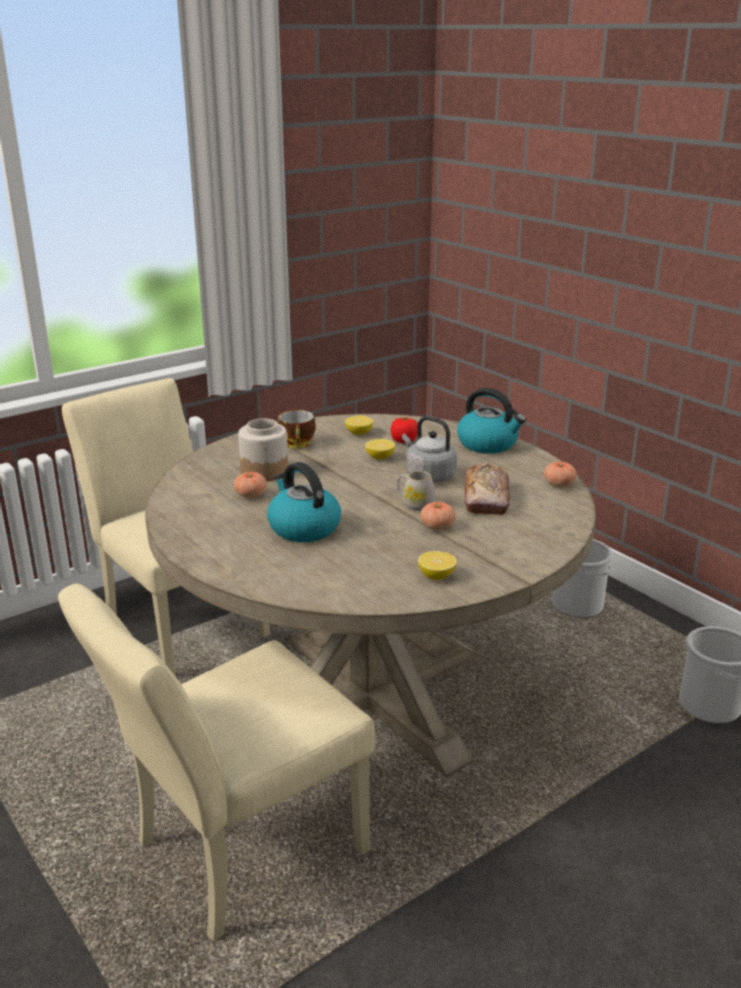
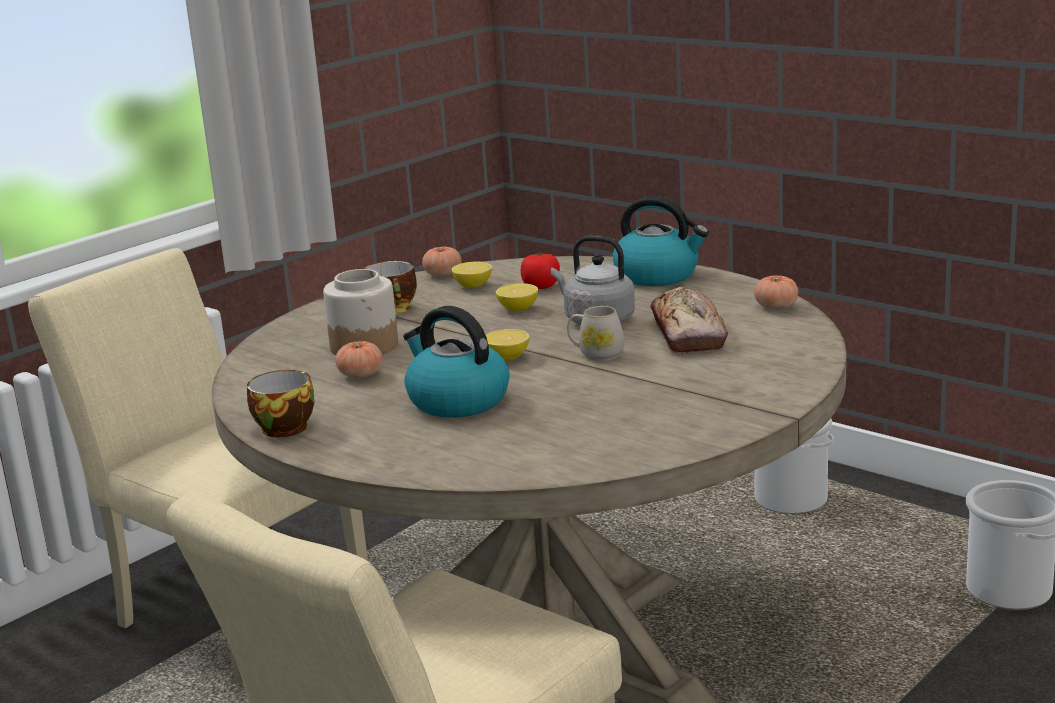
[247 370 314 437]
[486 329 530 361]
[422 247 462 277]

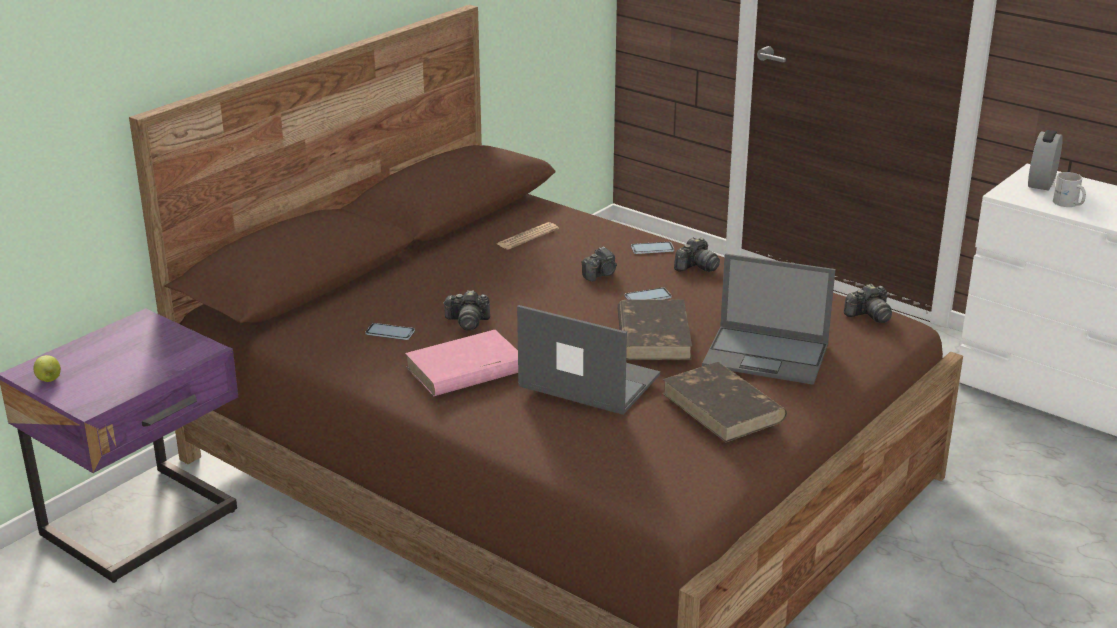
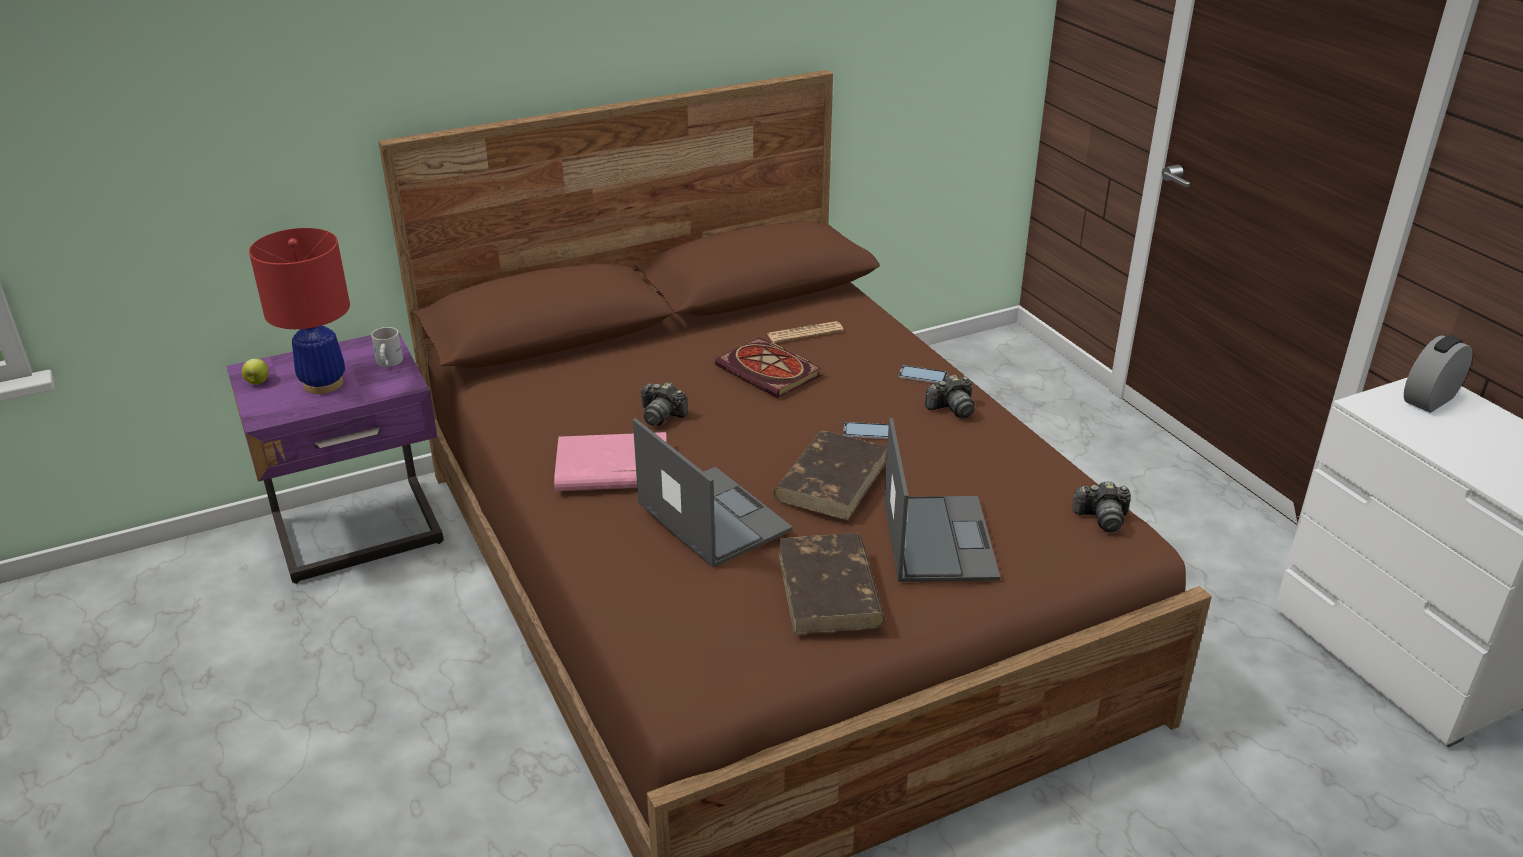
[365 323 415 340] (first image)
[581 246 617 282] (first image)
[249 228 350 394]
[715 337 821 398]
[371 327 403 367]
[884 418 1000 582]

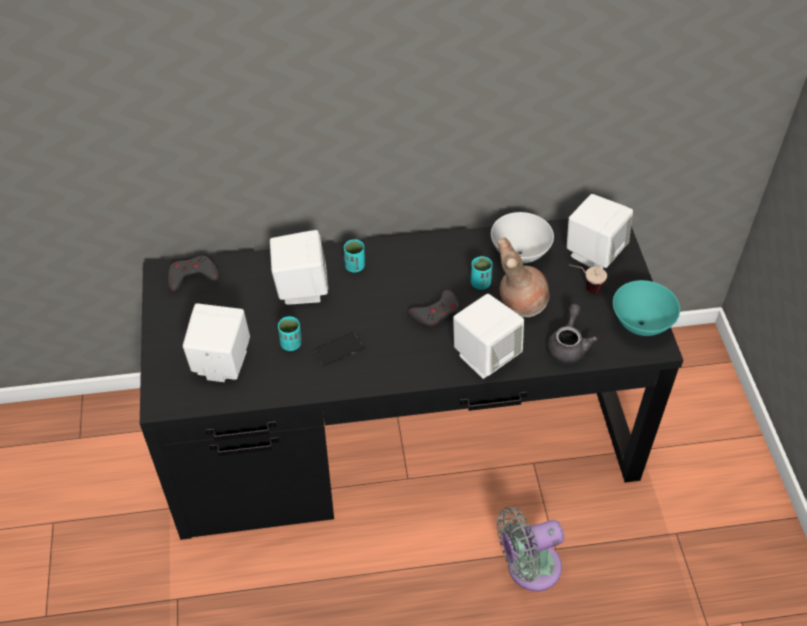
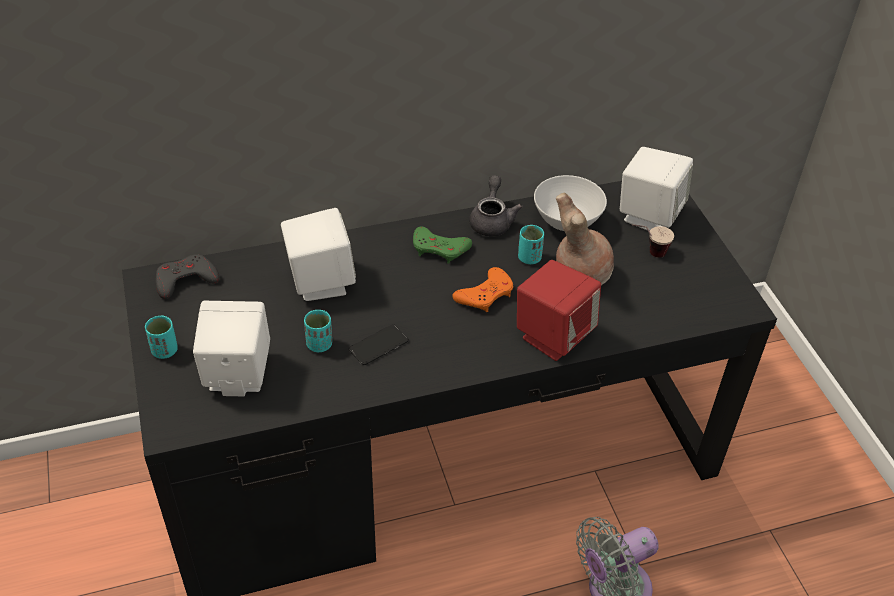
[613 280 680 336] (first image)
[413 226 472 264]
[145 315 178 359]
[469 175 523 236]
[452 267 513 312]
[517 260 601 361]

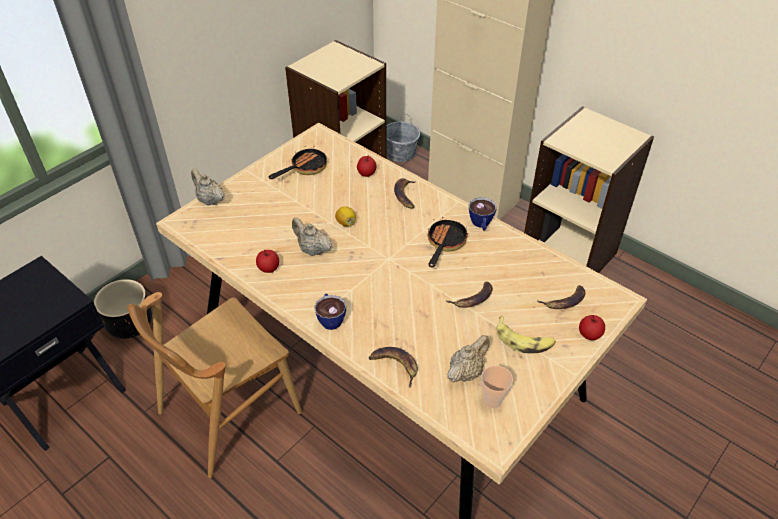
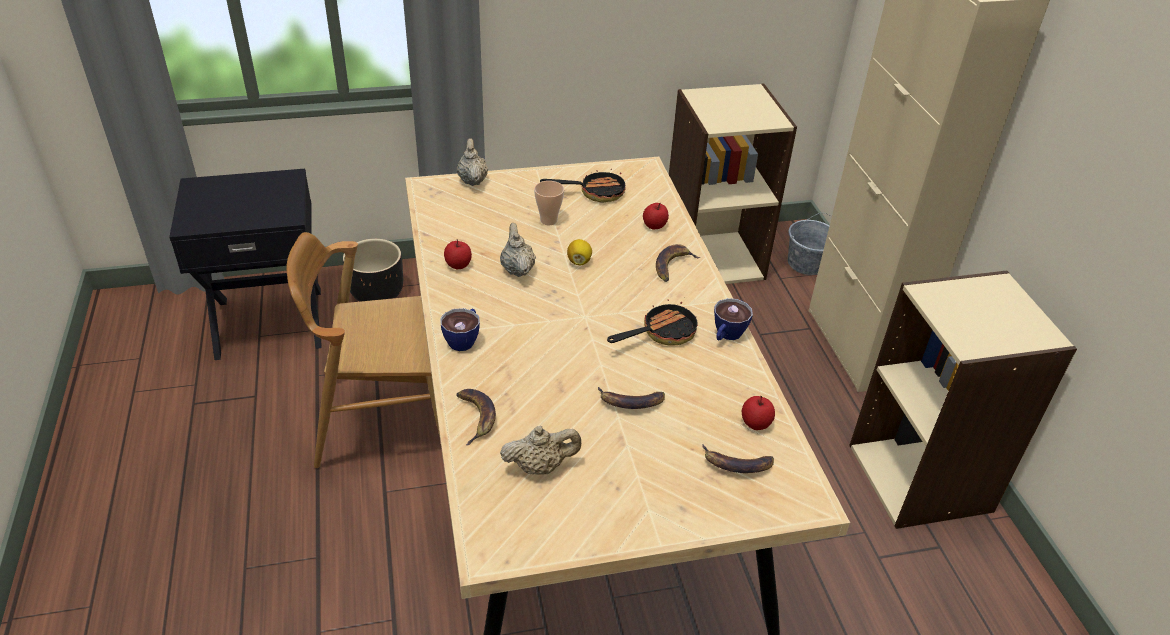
[497 316 556 354] (first image)
[534 181 564 225]
[742 396 775 430]

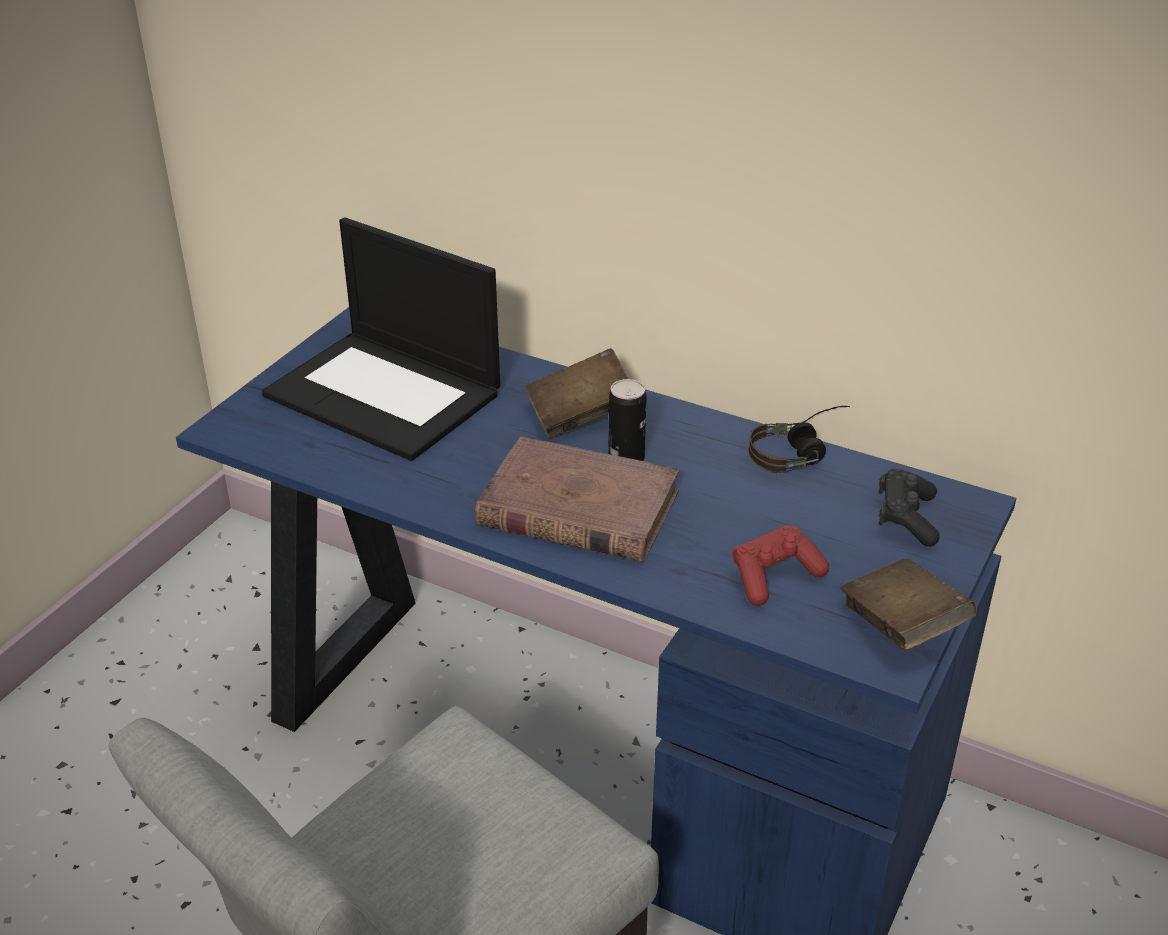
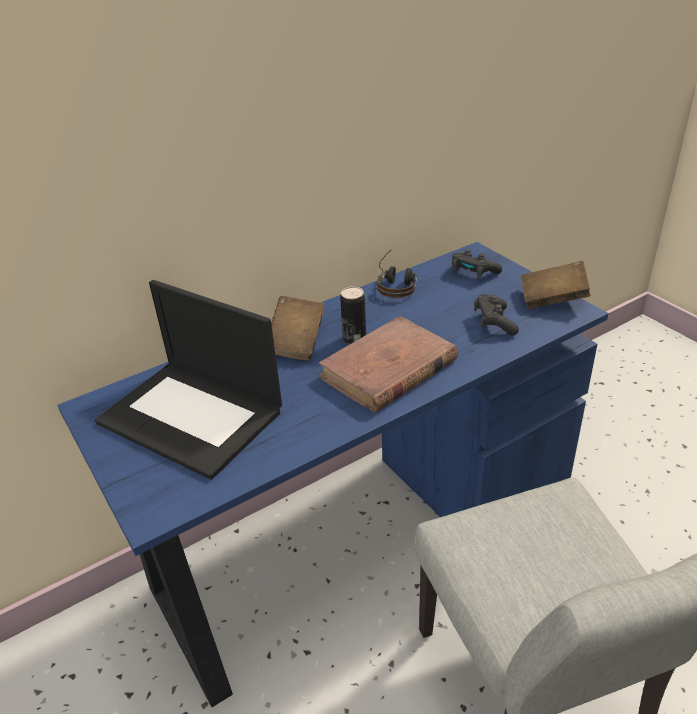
[474 294 519 336]
[95 280 282 480]

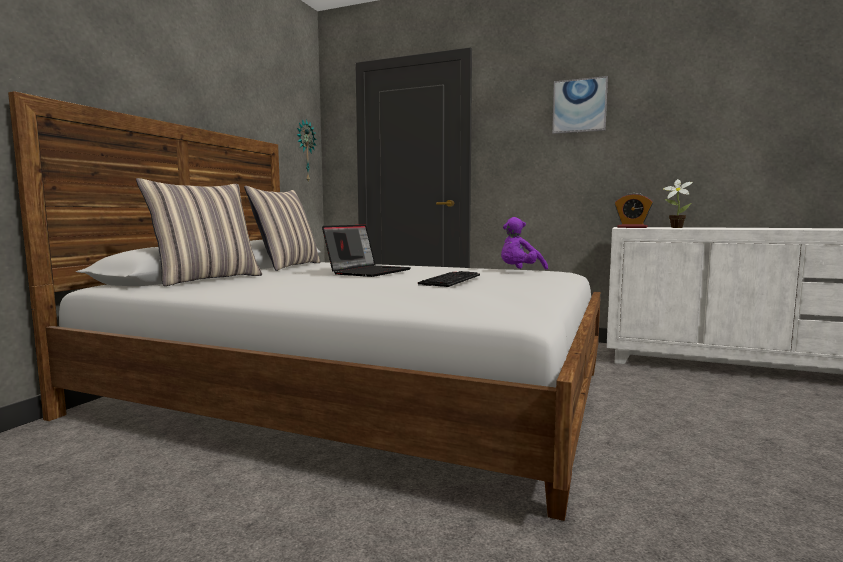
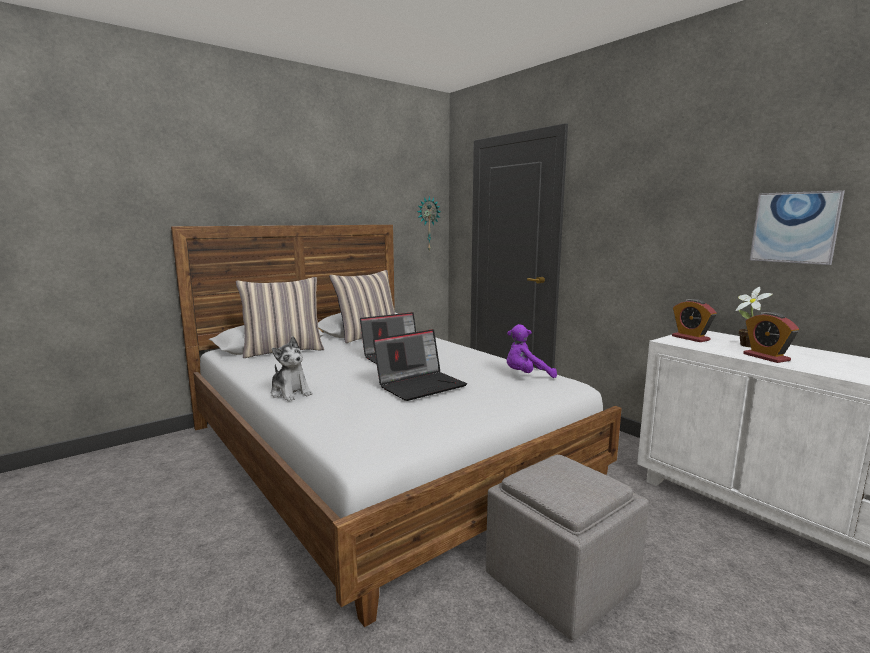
[271 336 313 401]
[486 455 649 640]
[743 312 799 363]
[750 190 845 265]
[373 329 467 401]

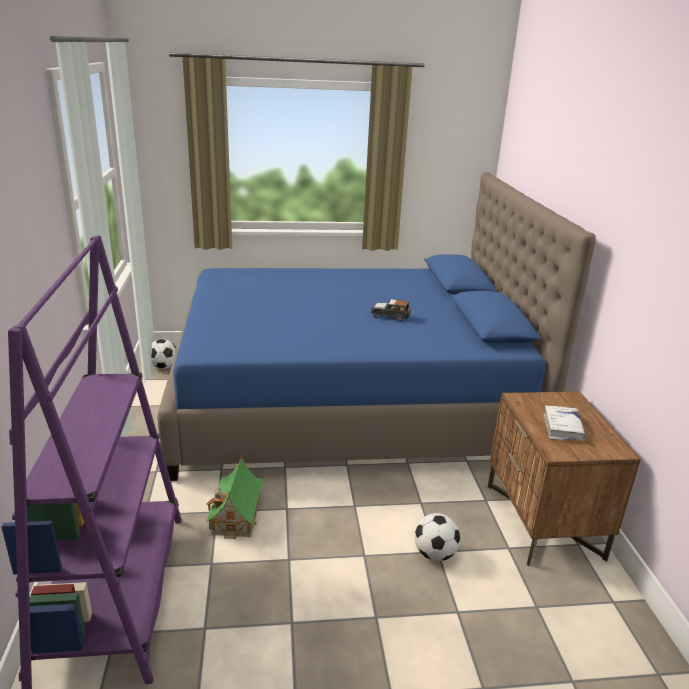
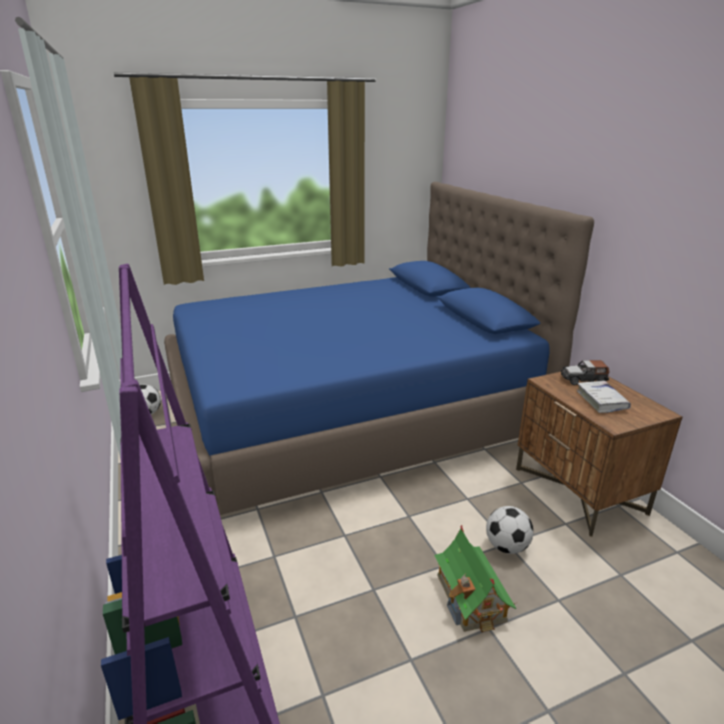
[434 525 517 632]
[561 360 610 385]

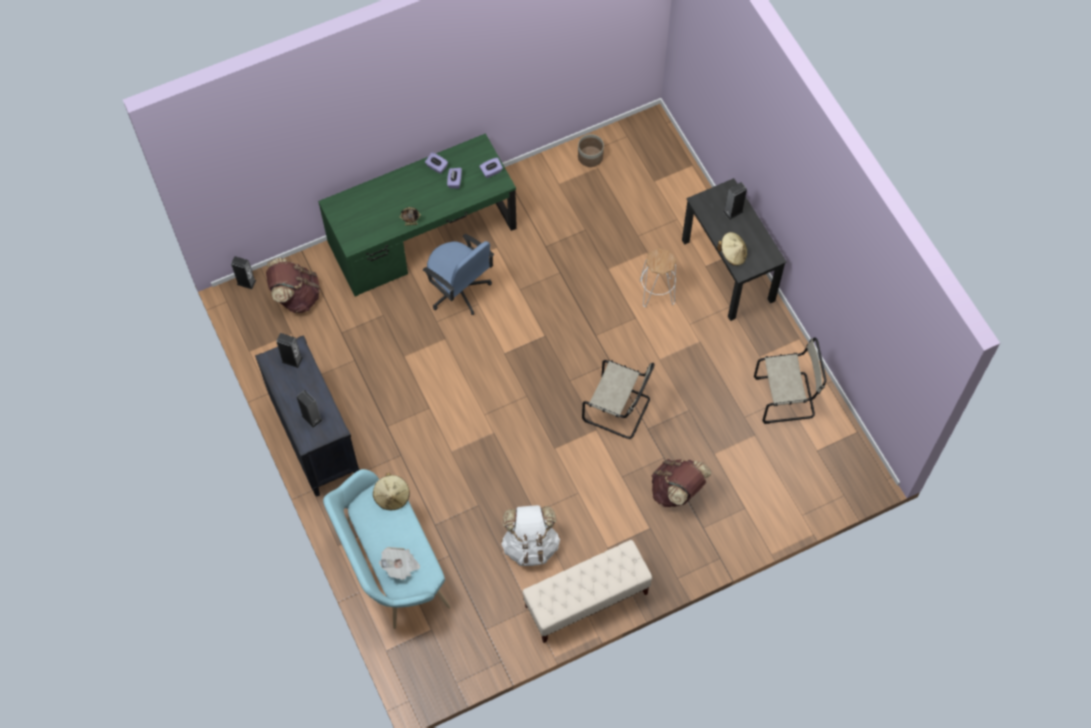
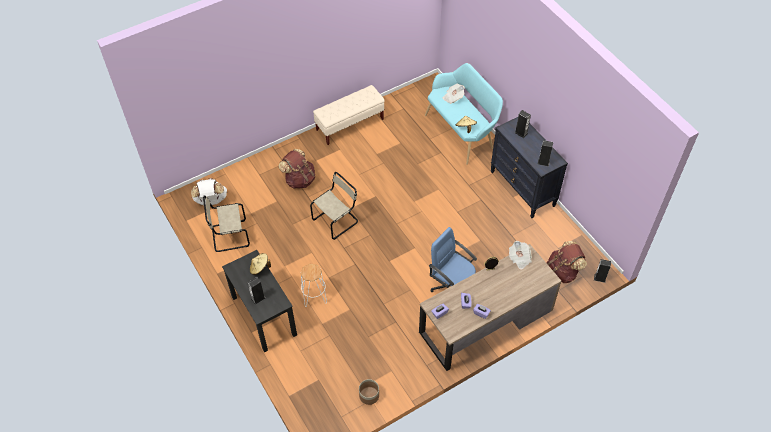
[509 241 532 270]
[191 178 227 205]
[419 244 561 371]
[310 172 358 240]

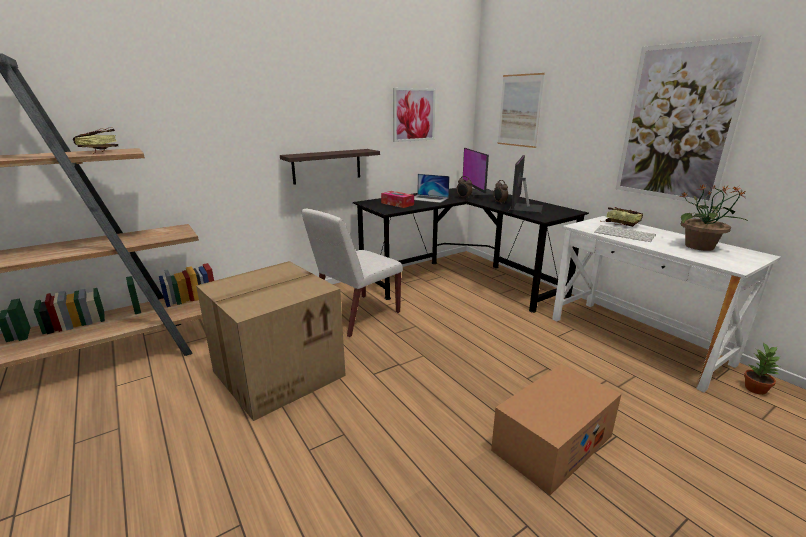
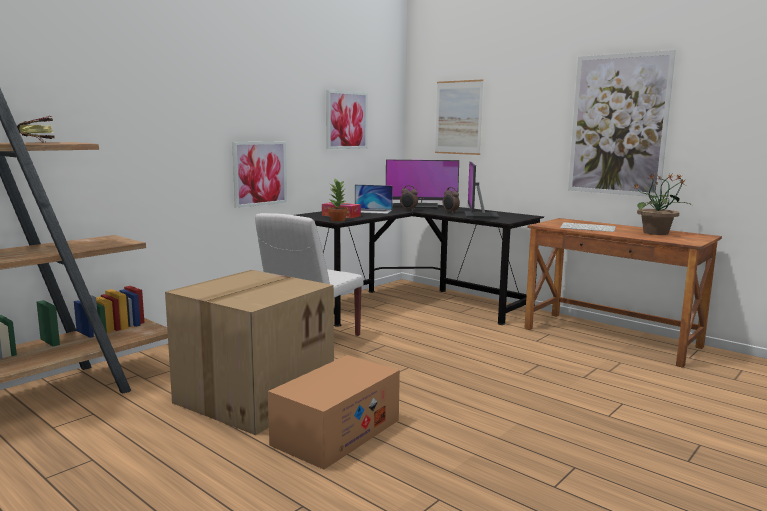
[602 207 643 227] (first image)
[268 355 400 470]
[328 179 348 221]
[232 142 287 208]
[524 218 722 368]
[386 160 459 208]

